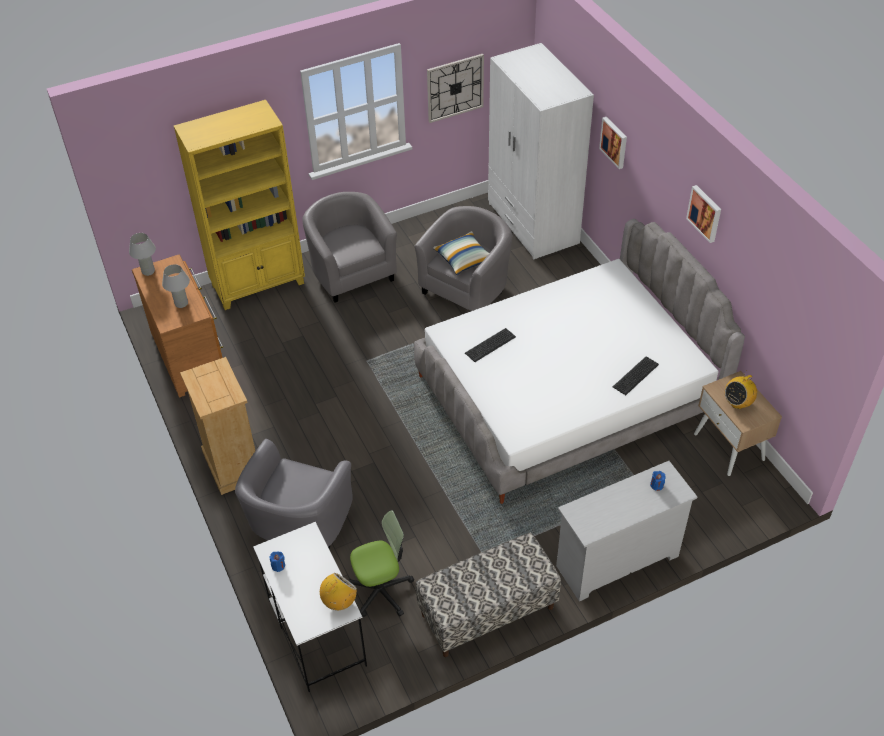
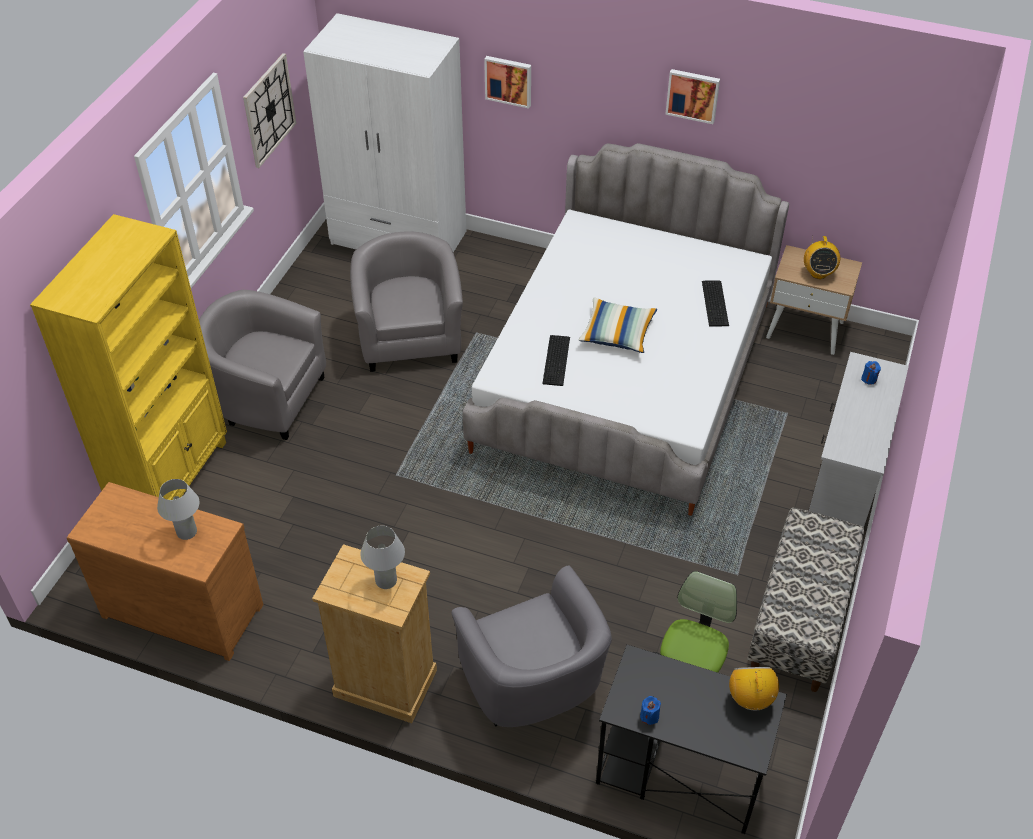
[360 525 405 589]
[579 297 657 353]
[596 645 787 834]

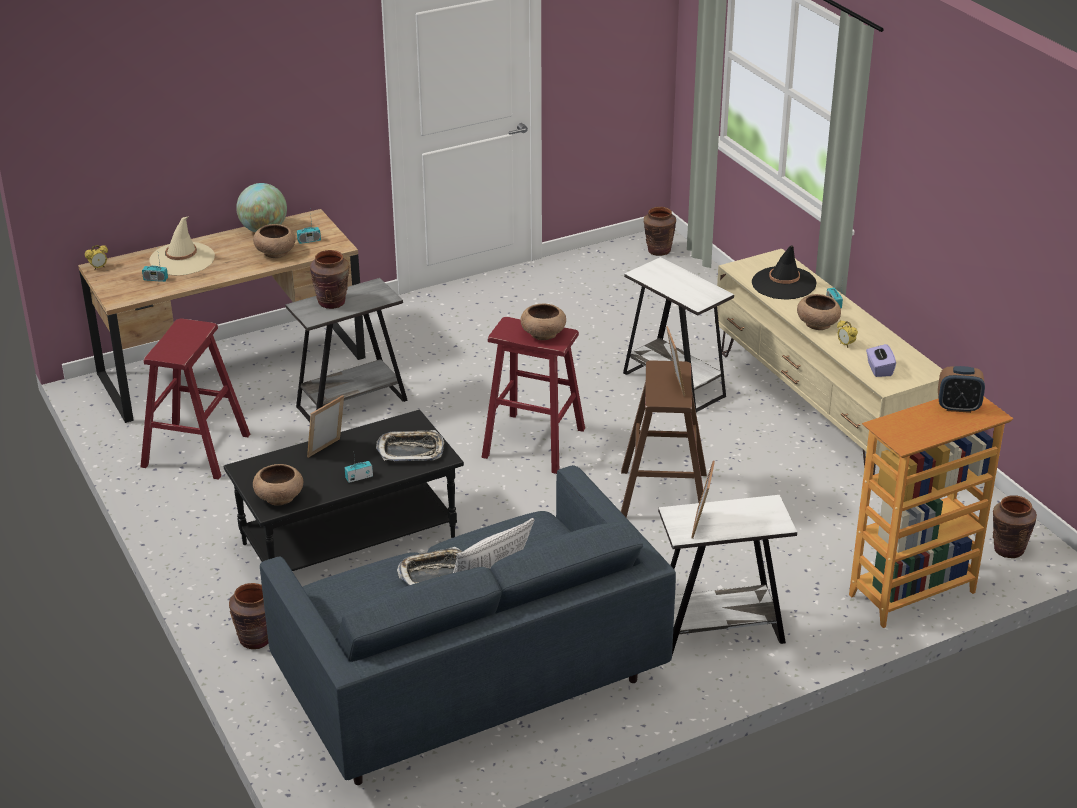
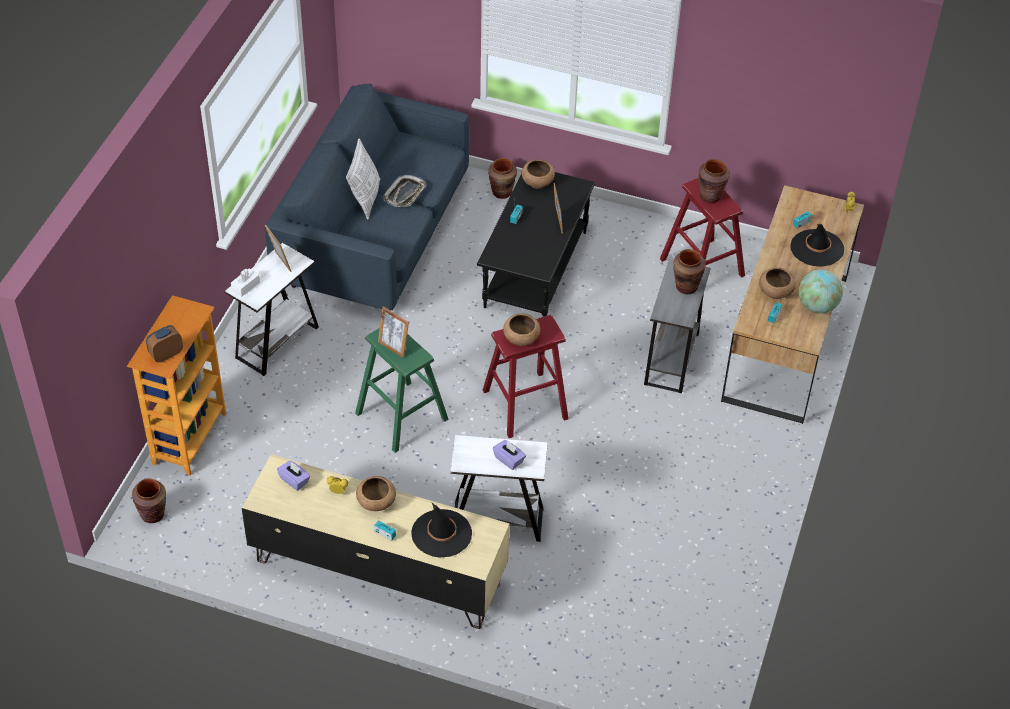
[376 430 444 461] (first image)
[231 268 260 297]
[493 440 526 470]
[699 159 730 203]
[791 224 844 267]
[355 328 449 453]

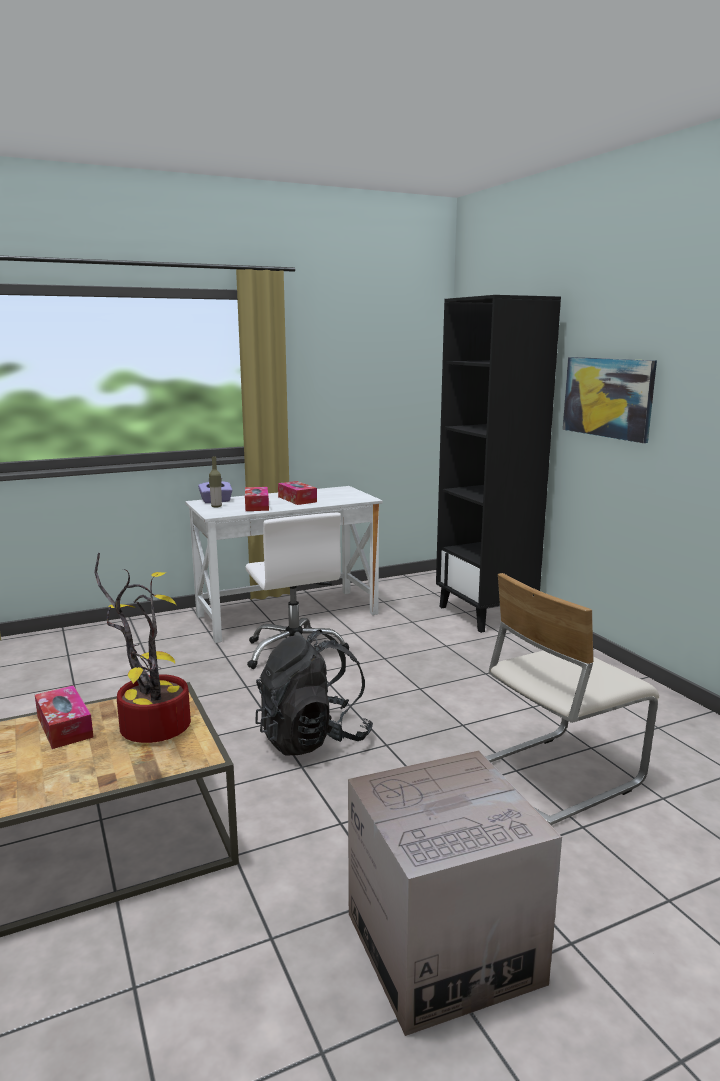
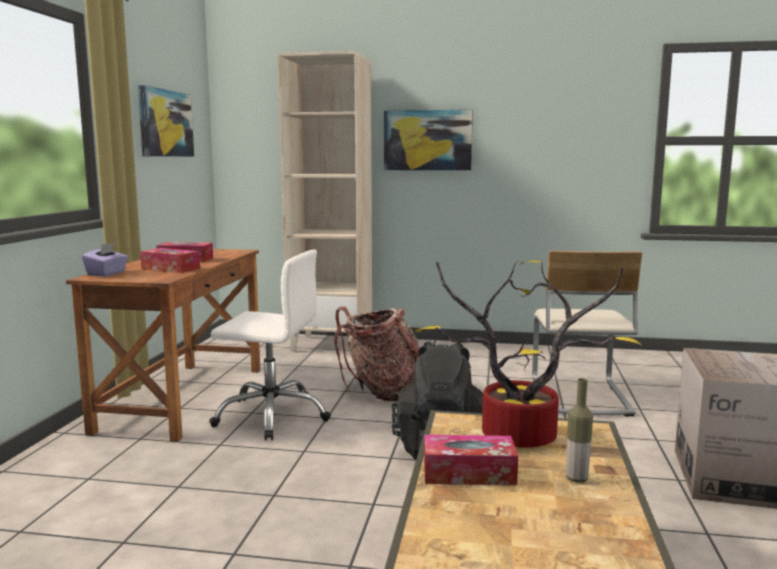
[138 85 194 157]
[334 307 419 401]
[566 378 593 483]
[66 249 260 442]
[278 51 372 352]

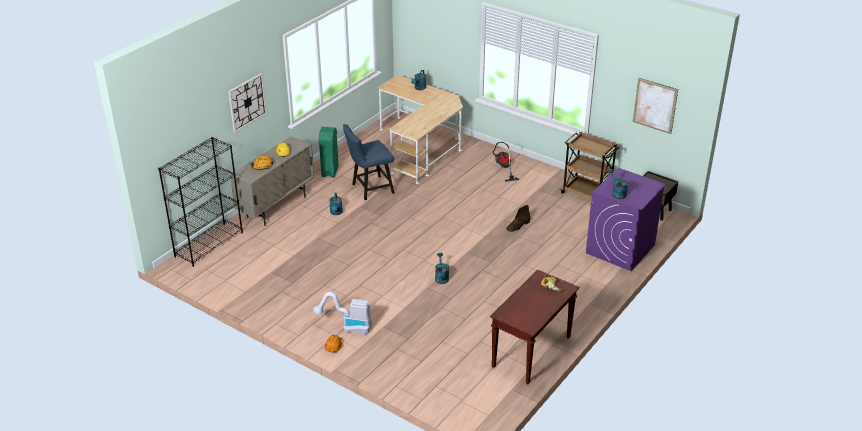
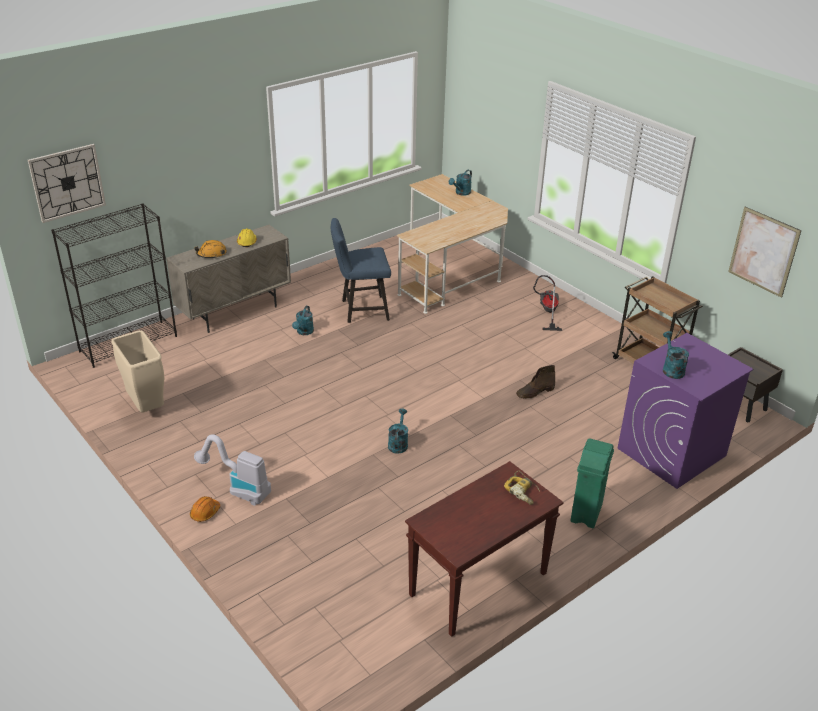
[111 330 164 412]
[28 144 106 223]
[571 438 614 528]

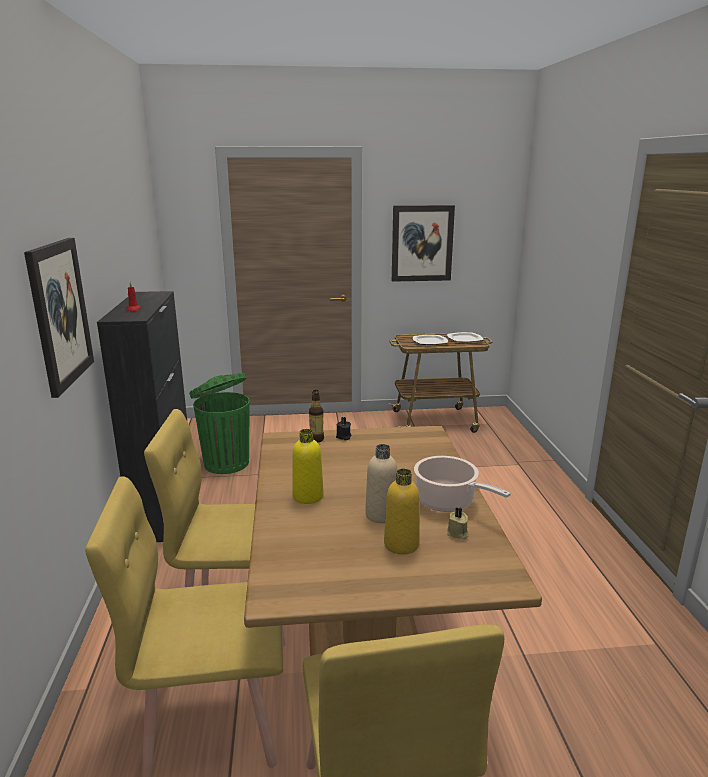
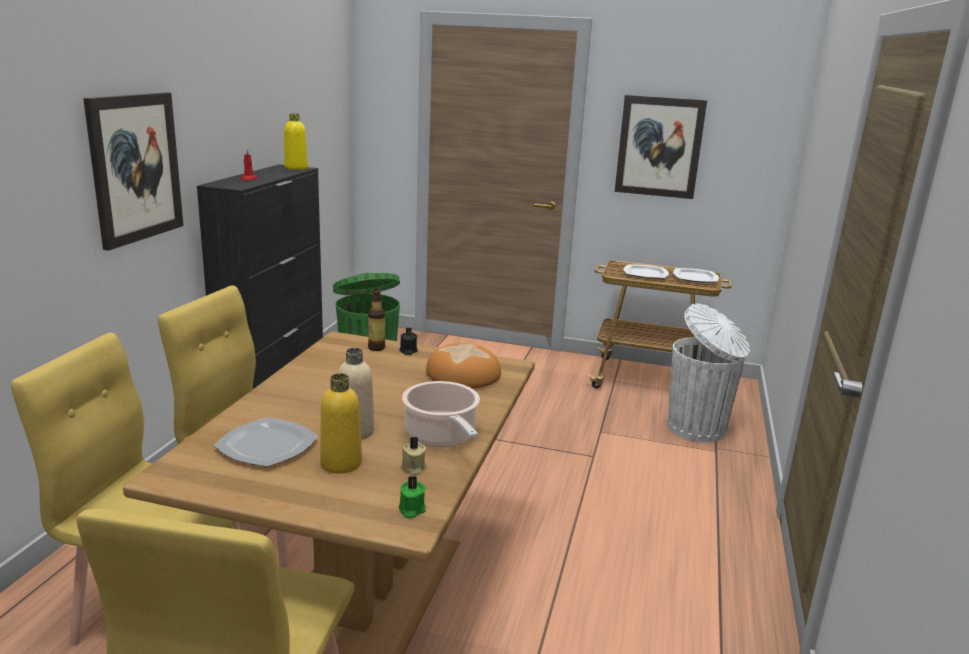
[214 417 318 467]
[399 476 426 518]
[426 343 501 388]
[668 303 750 442]
[284 113 308 170]

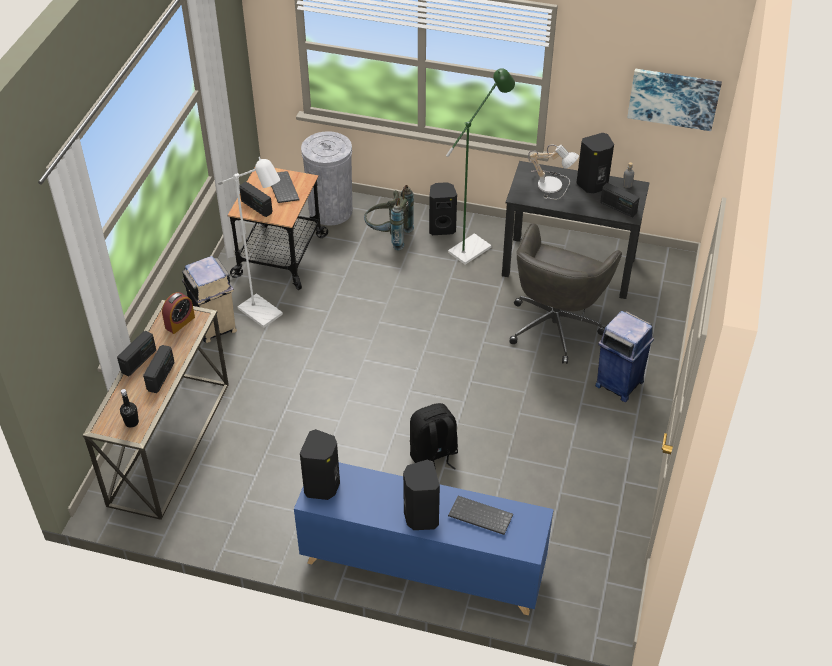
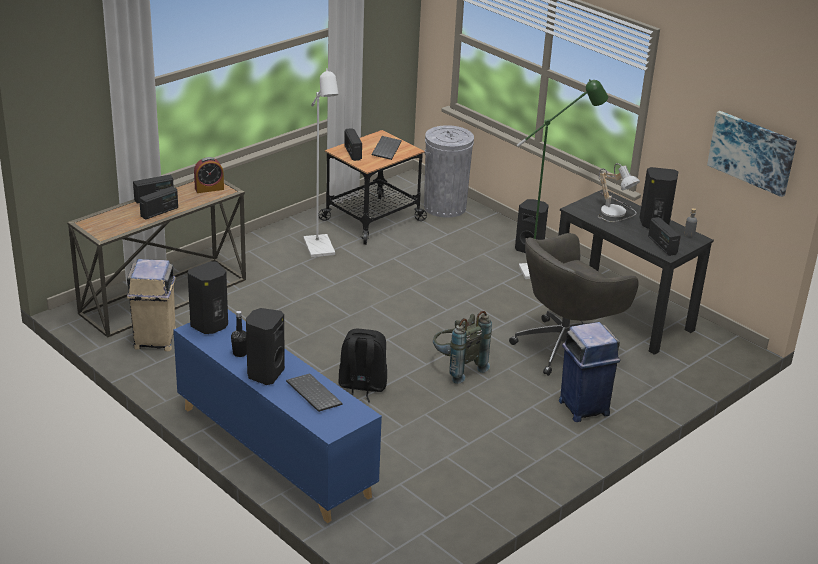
[231 311 247 357]
[127 259 176 351]
[433 311 492 384]

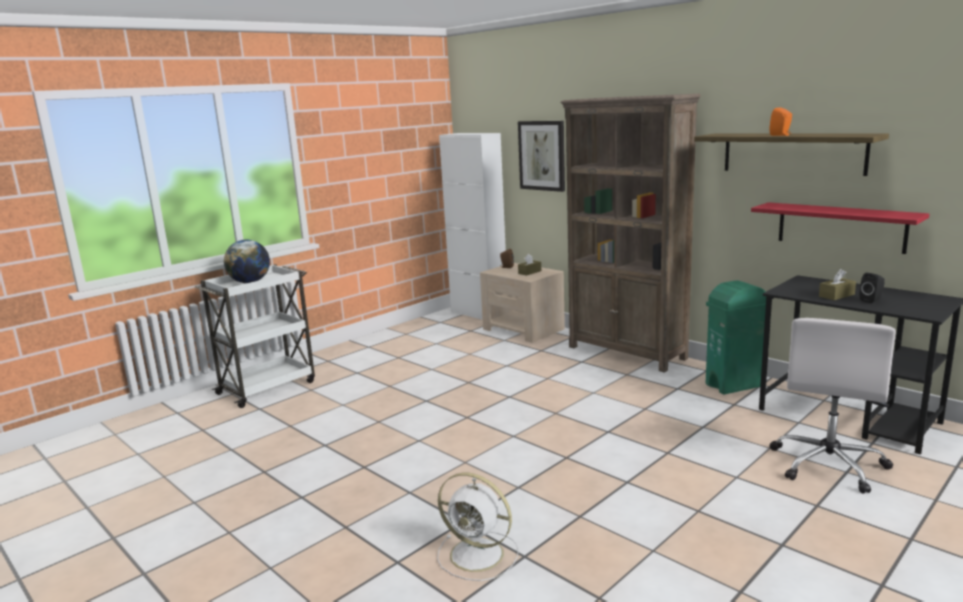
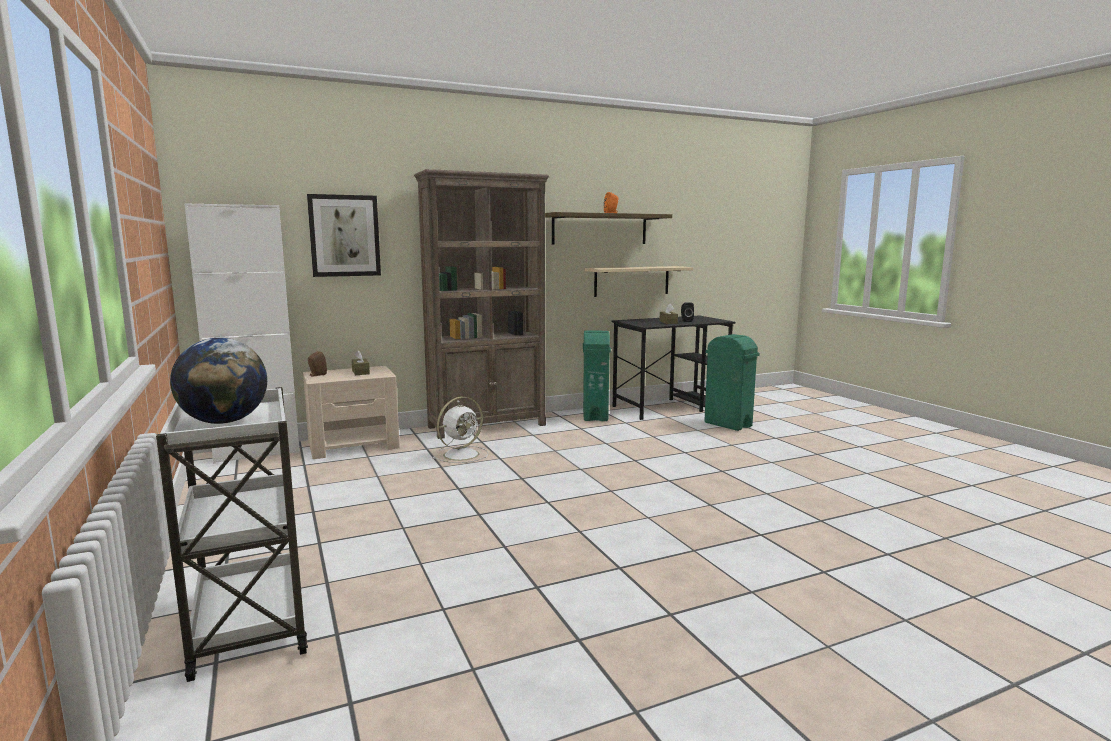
[432 397 489 463]
[704 334 759 431]
[585 266 693 297]

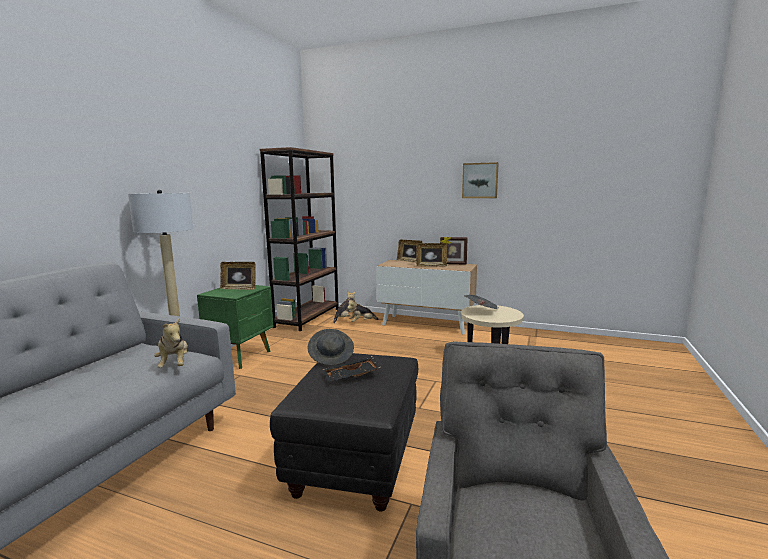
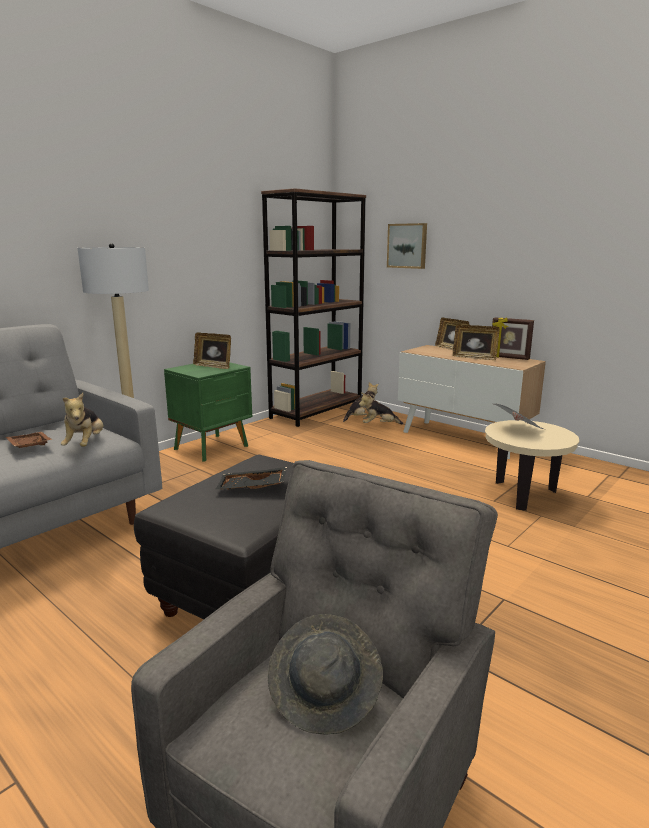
[6 432 53 448]
[268 614 383 735]
[387 223 427 269]

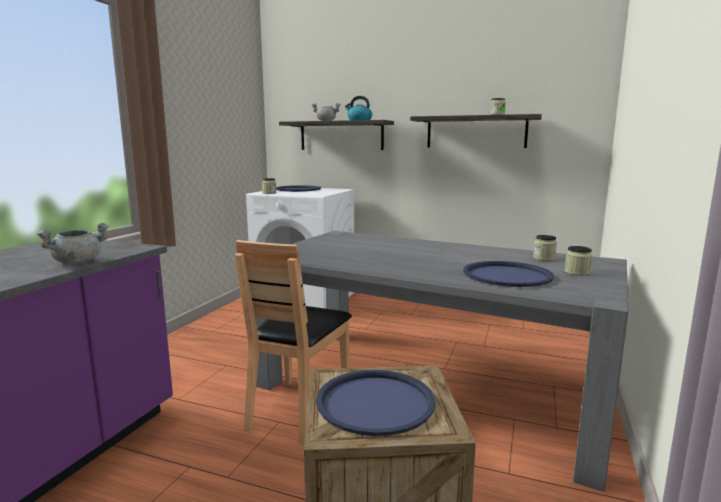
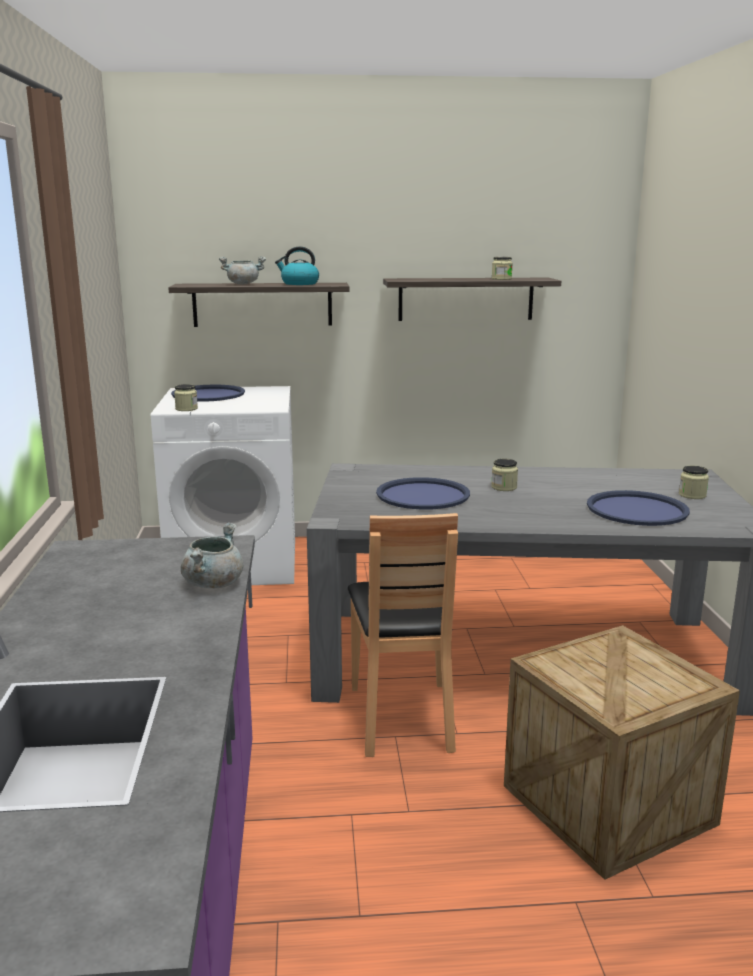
[376 477 470 510]
[491 459 518 491]

